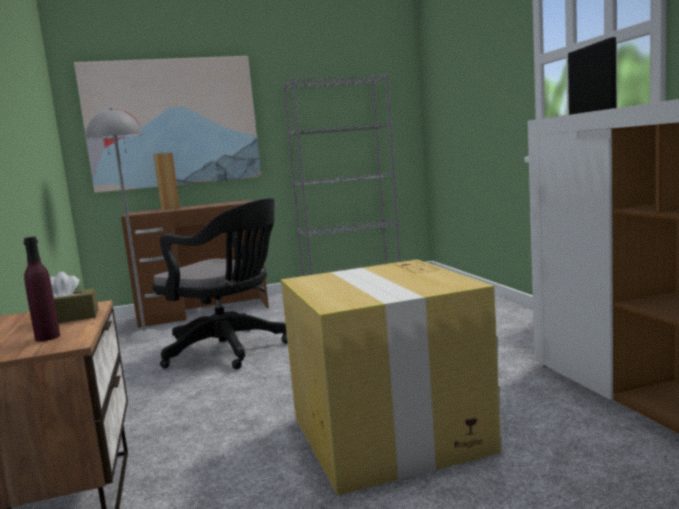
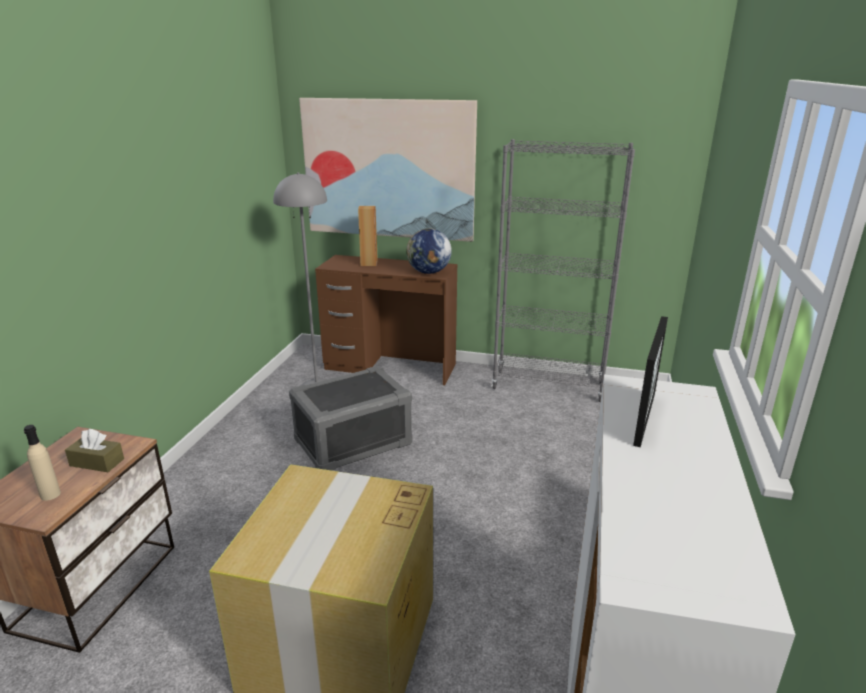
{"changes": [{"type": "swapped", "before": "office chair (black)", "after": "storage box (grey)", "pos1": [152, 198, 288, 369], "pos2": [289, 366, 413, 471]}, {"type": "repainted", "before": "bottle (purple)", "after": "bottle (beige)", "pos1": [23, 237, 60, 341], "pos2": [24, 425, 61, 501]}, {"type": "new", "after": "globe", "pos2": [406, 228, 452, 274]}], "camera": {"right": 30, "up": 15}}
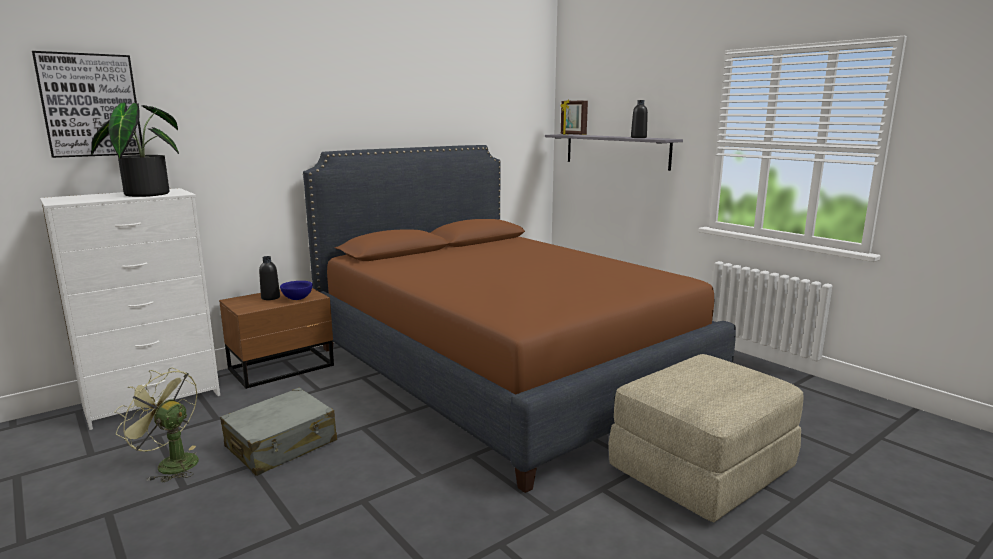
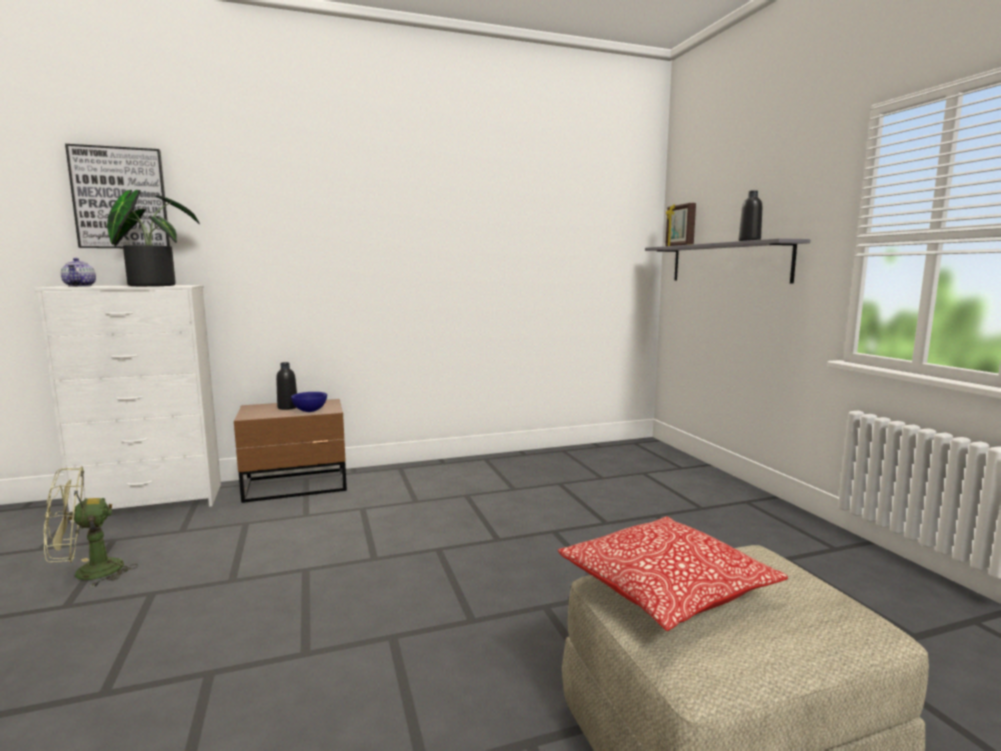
{"changes": [{"type": "gone", "before": "bed (brown)", "pos1": [303, 145, 736, 493]}, {"type": "rotated", "before": "fan (green)", "pos1": [114, 368, 199, 482], "pos2": [44, 466, 138, 588], "turn": -75}, {"type": "gone", "before": "suitcase (grey)", "pos1": [220, 388, 337, 476]}, {"type": "new", "after": "teapot", "pos2": [61, 258, 96, 286]}, {"type": "new", "after": "pillow", "pos2": [558, 516, 788, 631]}], "camera": {"right": 20, "up": -5}}
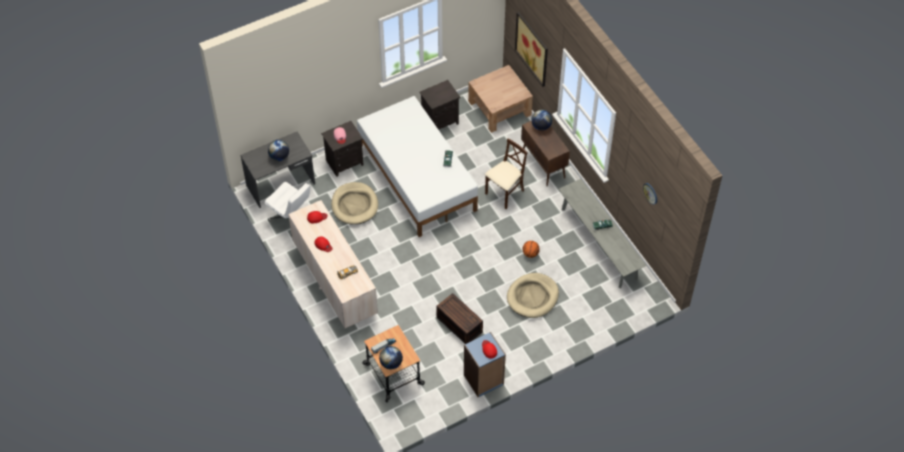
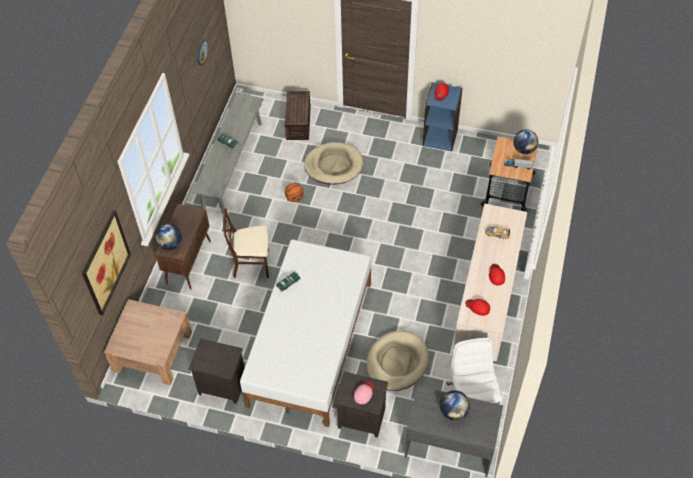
{"changes": [{"type": "shifted", "before": "storage box (brown)", "pos1": [436, 293, 483, 344], "pos2": [285, 91, 311, 140]}], "camera": {"right": -135, "up": 0}}
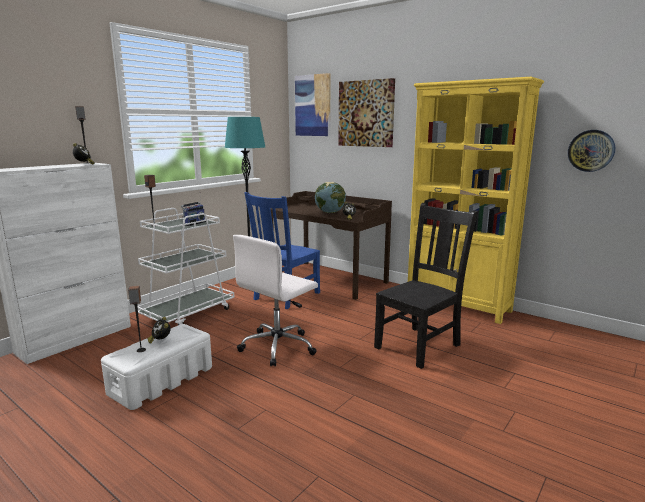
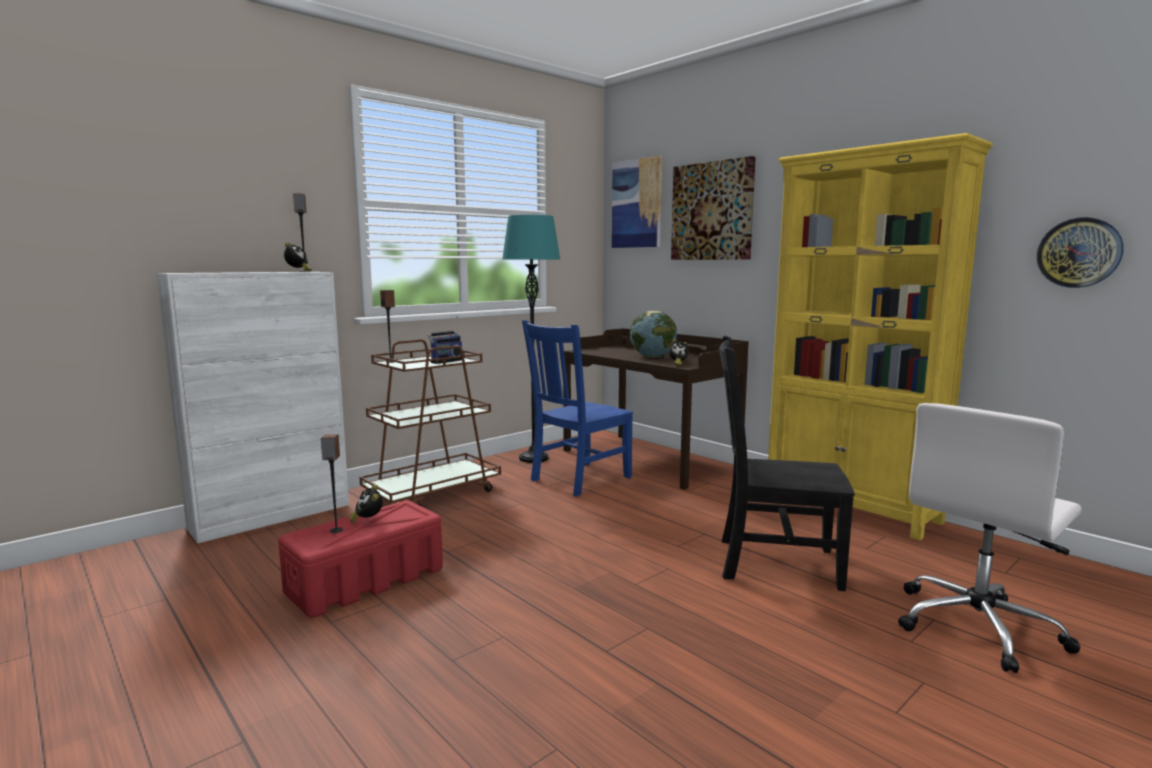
{"changes": [{"type": "rotated", "before": "chair (black)", "pos1": [374, 203, 478, 369], "pos2": [719, 336, 855, 591], "turn": -135}, {"type": "repainted", "before": "cart (white)", "after": "cart (brown)", "pos1": [137, 208, 234, 325], "pos2": [359, 339, 501, 506]}, {"type": "shifted", "before": "office chair (white)", "pos1": [233, 235, 318, 367], "pos2": [898, 403, 1082, 673]}, {"type": "repainted", "before": "storage box (white)", "after": "storage box (red)", "pos1": [101, 324, 212, 410], "pos2": [278, 500, 443, 617]}], "camera": {"right": 10, "up": -5}}
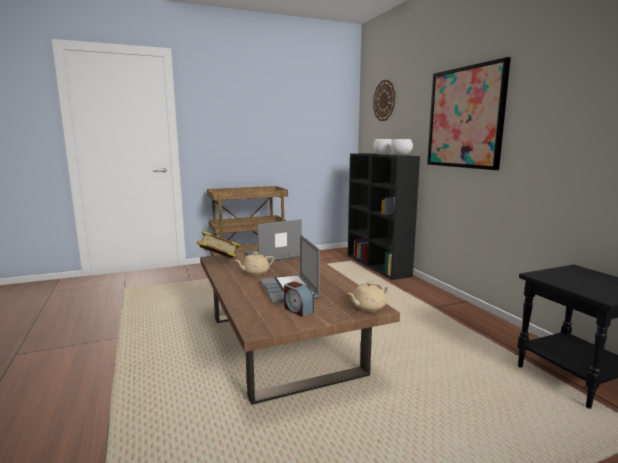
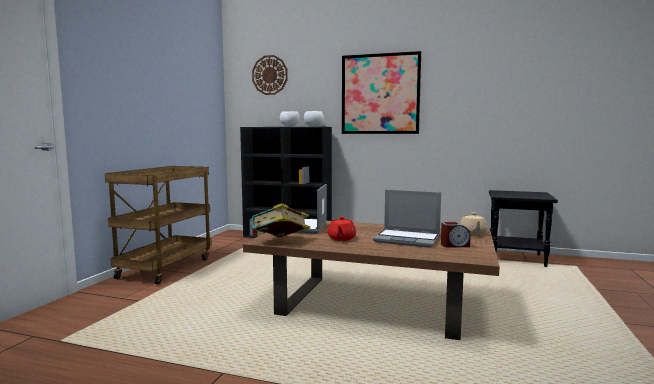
{"changes": [{"type": "repainted", "before": "teapot (beige)", "after": "teapot (red)", "pos1": [234, 252, 274, 275], "pos2": [328, 217, 356, 241]}], "camera": {"right": -50, "up": -5}}
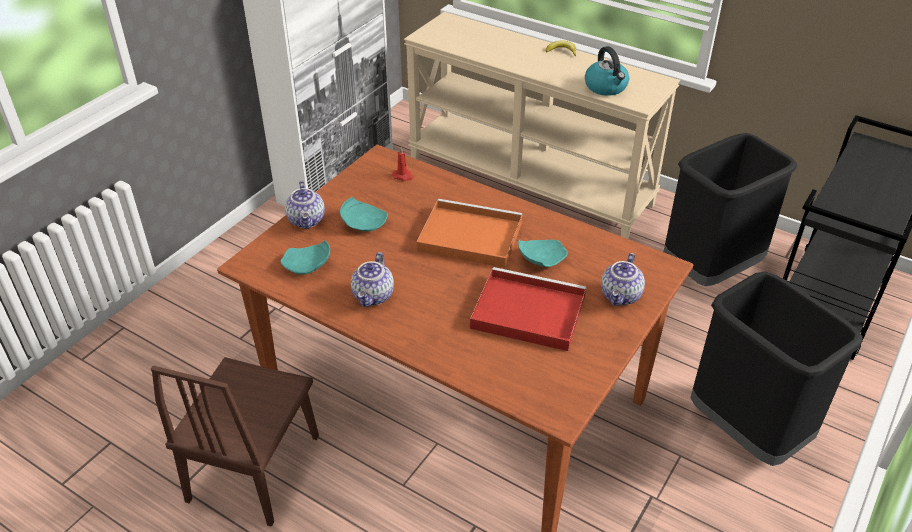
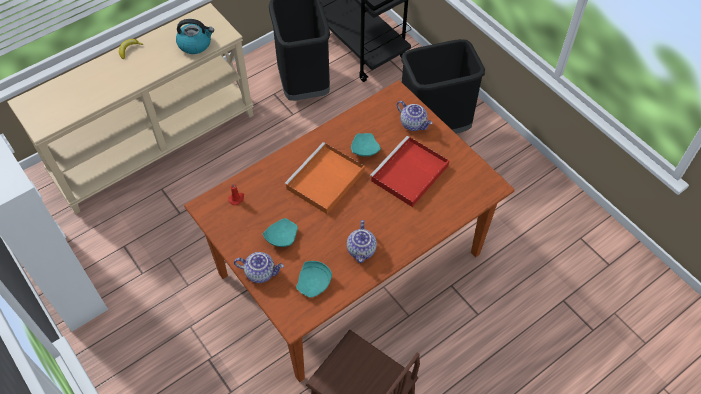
{"changes": [{"type": "rotated", "before": "teapot", "pos1": [351, 252, 394, 307], "pos2": [347, 220, 377, 263], "turn": 60}], "camera": {"right": -70, "up": 15}}
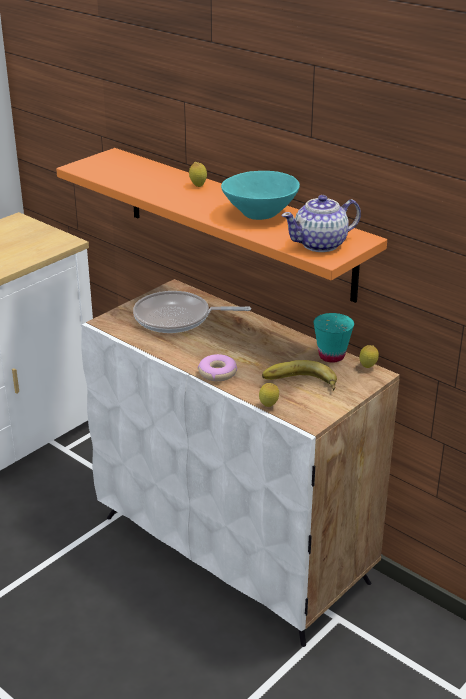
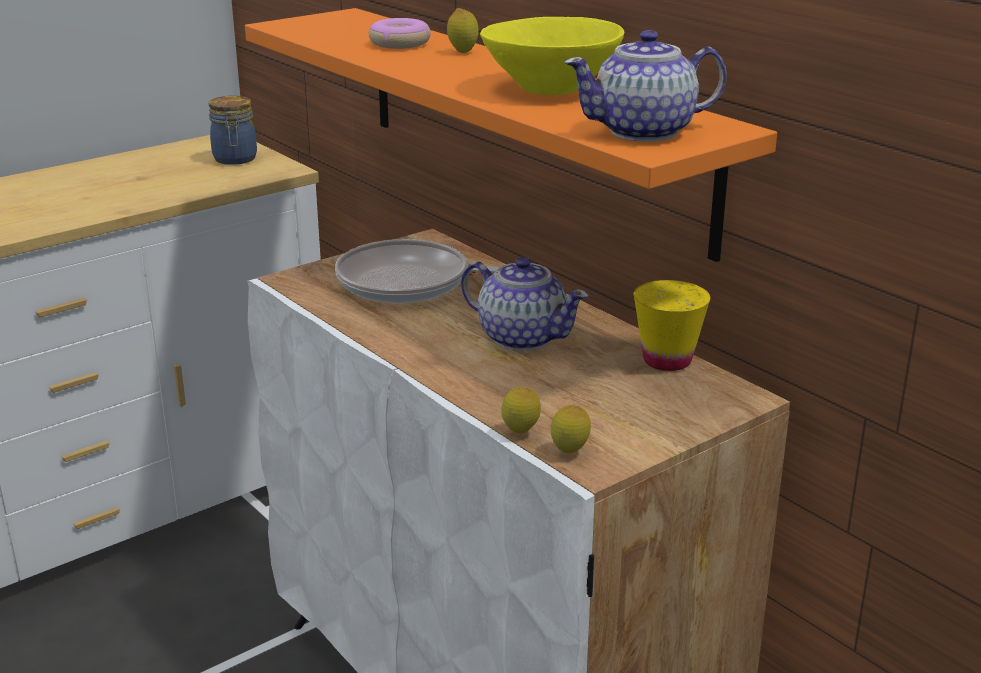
{"changes": [{"type": "repainted", "before": "bowl (turquoise)", "after": "bowl (yellow)", "pos1": [221, 171, 300, 220], "pos2": [480, 17, 624, 95]}, {"type": "repainted", "before": "cup (turquoise)", "after": "cup (yellow)", "pos1": [314, 313, 354, 362], "pos2": [634, 280, 710, 371]}, {"type": "shifted", "before": "lemon", "pos1": [359, 345, 379, 368], "pos2": [551, 405, 591, 453]}, {"type": "shifted", "before": "donut", "pos1": [198, 354, 237, 381], "pos2": [369, 18, 431, 49]}, {"type": "gone", "before": "banana", "pos1": [262, 360, 337, 391]}, {"type": "new", "after": "jar", "pos2": [209, 96, 257, 165]}, {"type": "new", "after": "teapot", "pos2": [461, 257, 589, 351]}], "camera": {"right": 10, "up": -5}}
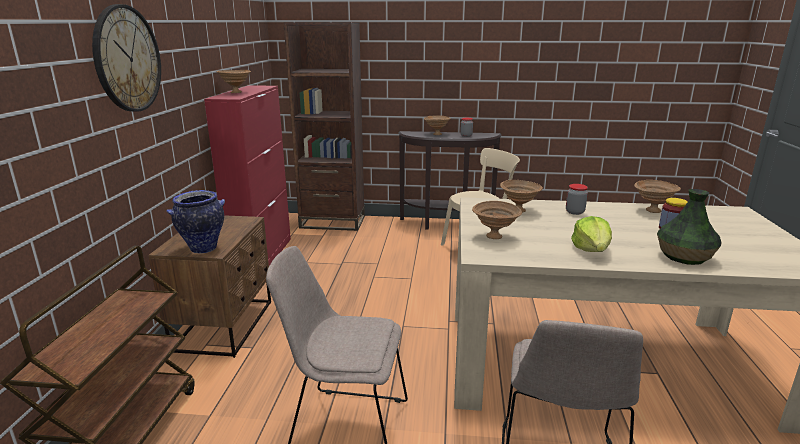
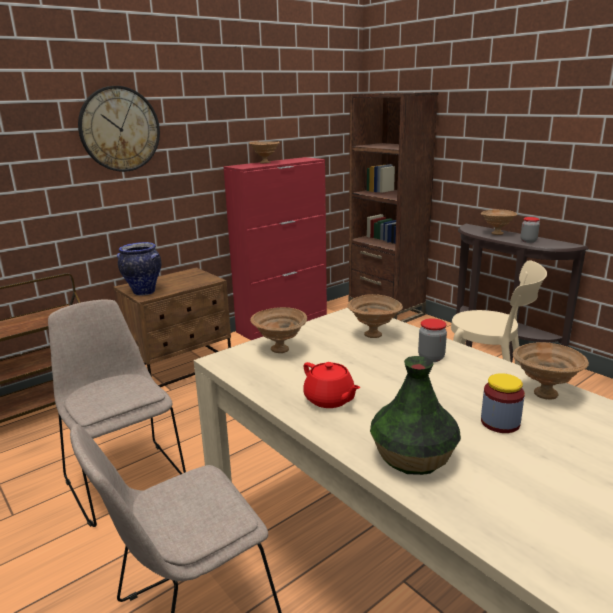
{"changes": [{"type": "swapped", "before": "lettuce", "after": "teapot (red)", "pos1": [571, 216, 612, 252], "pos2": [303, 362, 361, 408]}], "camera": {"right": 45, "up": 0}}
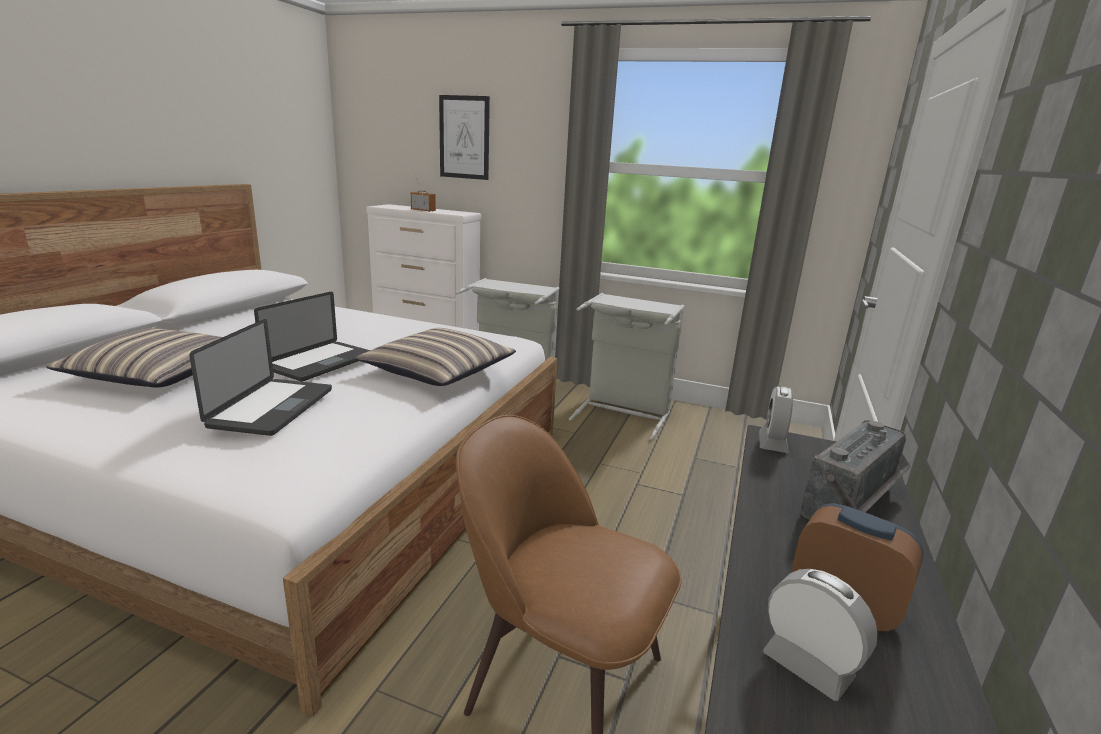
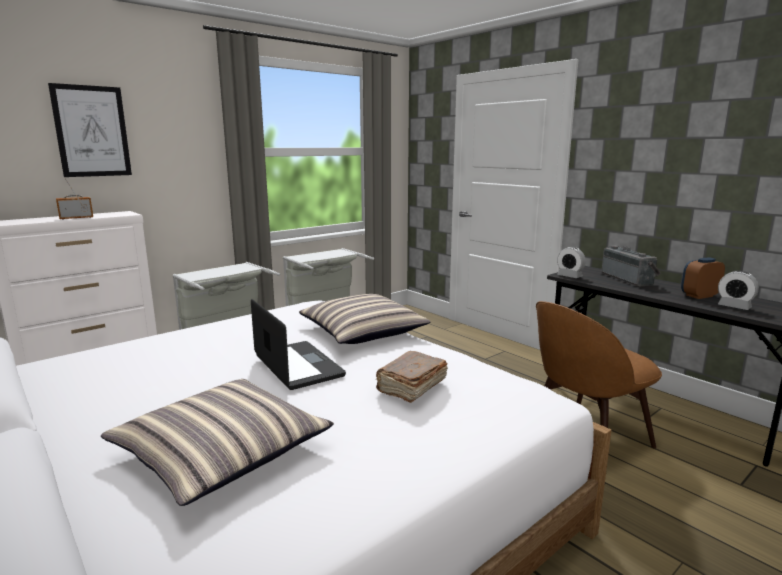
{"changes": [{"type": "swapped", "before": "laptop", "after": "book (brown)", "pos1": [189, 319, 332, 436], "pos2": [376, 351, 448, 403]}, {"type": "rotated", "before": "alarm clock", "pos1": [763, 569, 878, 701], "pos2": [718, 271, 759, 310], "turn": -120}], "camera": {"right": -60, "up": -5}}
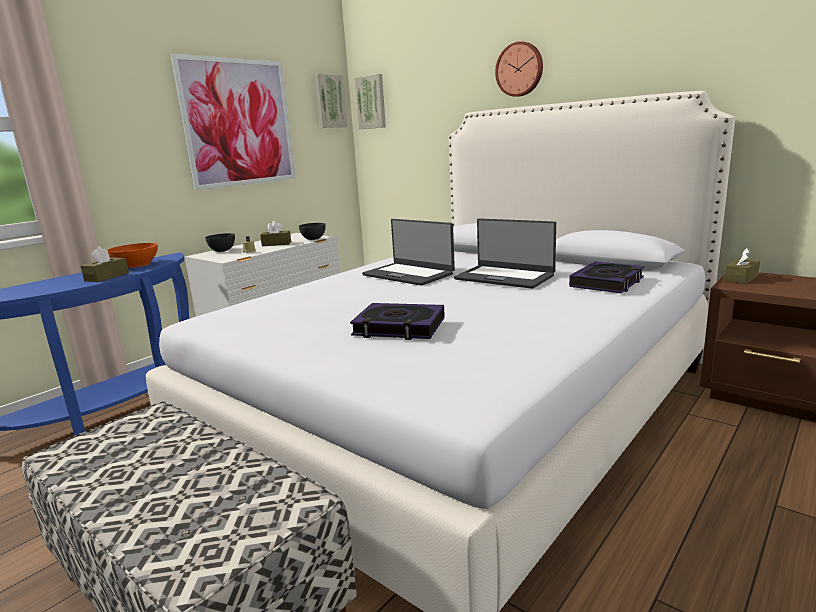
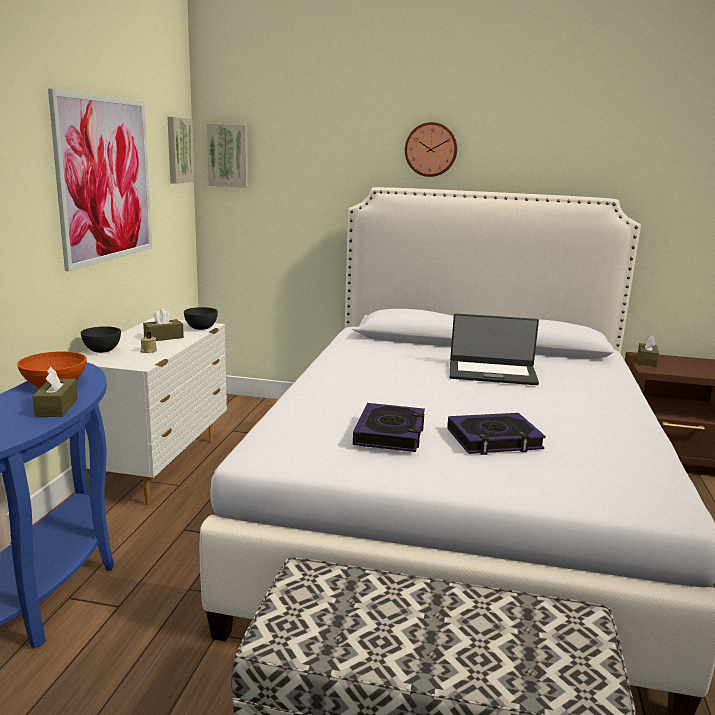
{"changes": [{"type": "gone", "before": "laptop", "pos1": [362, 219, 455, 286]}, {"type": "shifted", "before": "book", "pos1": [569, 262, 644, 293], "pos2": [353, 403, 425, 452]}], "camera": {"right": -30, "up": 0}}
